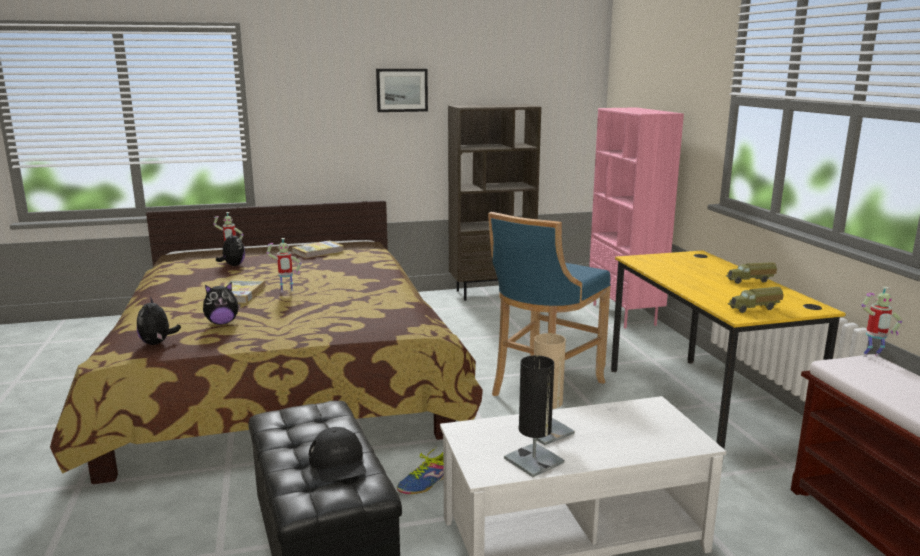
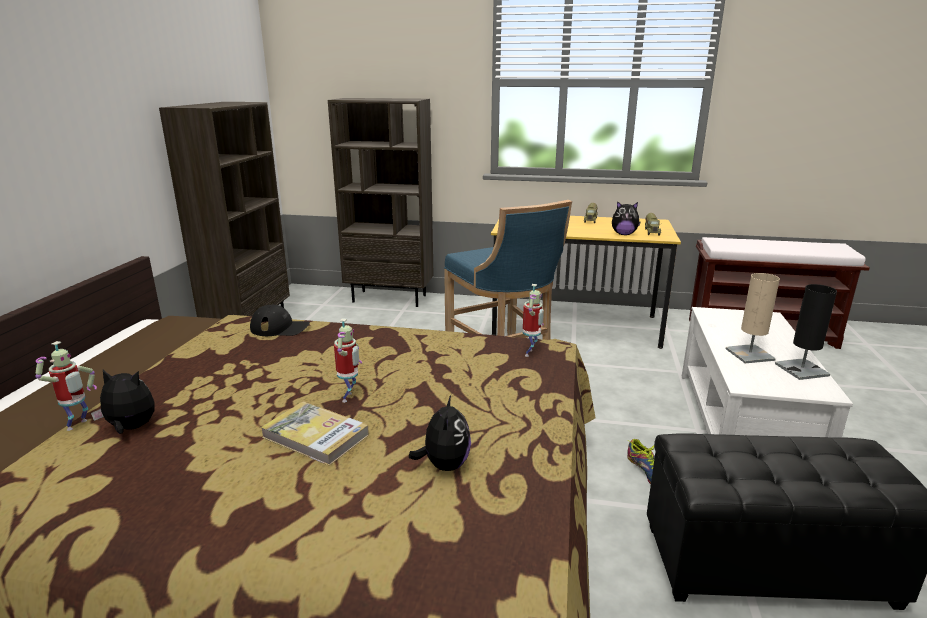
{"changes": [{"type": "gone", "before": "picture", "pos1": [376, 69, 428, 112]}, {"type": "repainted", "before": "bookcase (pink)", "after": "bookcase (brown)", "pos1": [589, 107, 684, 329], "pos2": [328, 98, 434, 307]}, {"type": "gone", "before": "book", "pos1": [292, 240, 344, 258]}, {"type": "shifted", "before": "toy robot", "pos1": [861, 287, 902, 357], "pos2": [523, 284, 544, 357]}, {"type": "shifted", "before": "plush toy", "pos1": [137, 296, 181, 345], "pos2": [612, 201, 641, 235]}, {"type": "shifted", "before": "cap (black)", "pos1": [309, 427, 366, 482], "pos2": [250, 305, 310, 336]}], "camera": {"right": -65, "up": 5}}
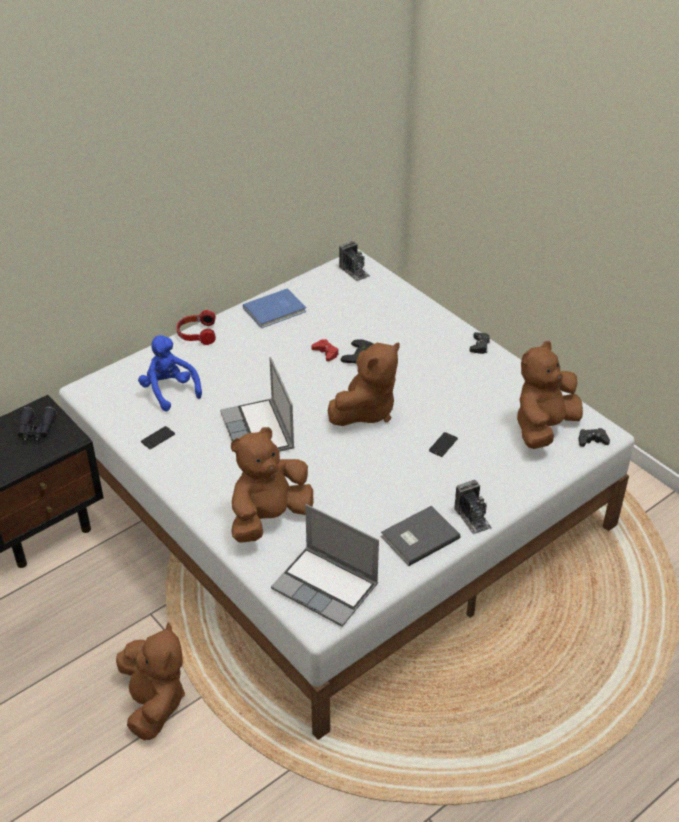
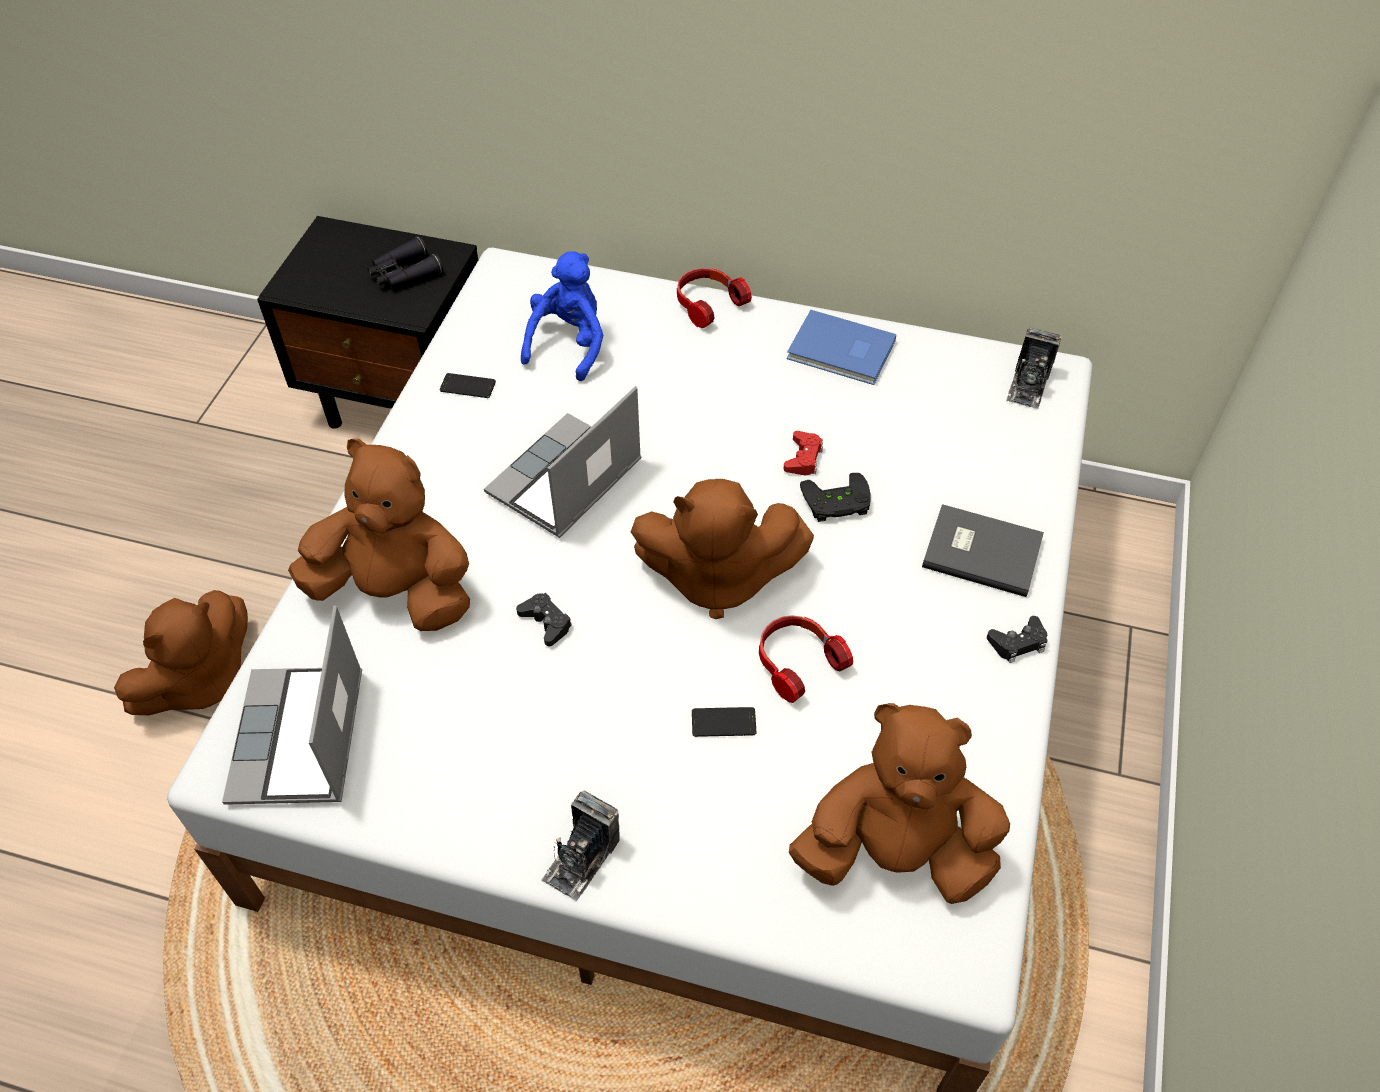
{"changes": [{"type": "shifted", "before": "game controller (black)", "pos1": [579, 428, 610, 447], "pos2": [516, 593, 572, 646]}, {"type": "shifted", "before": "book (grey)", "pos1": [381, 506, 461, 566], "pos2": [922, 504, 1044, 597]}, {"type": "new", "after": "headphones", "pos2": [759, 615, 853, 703]}], "camera": {"right": 55, "up": 10}}
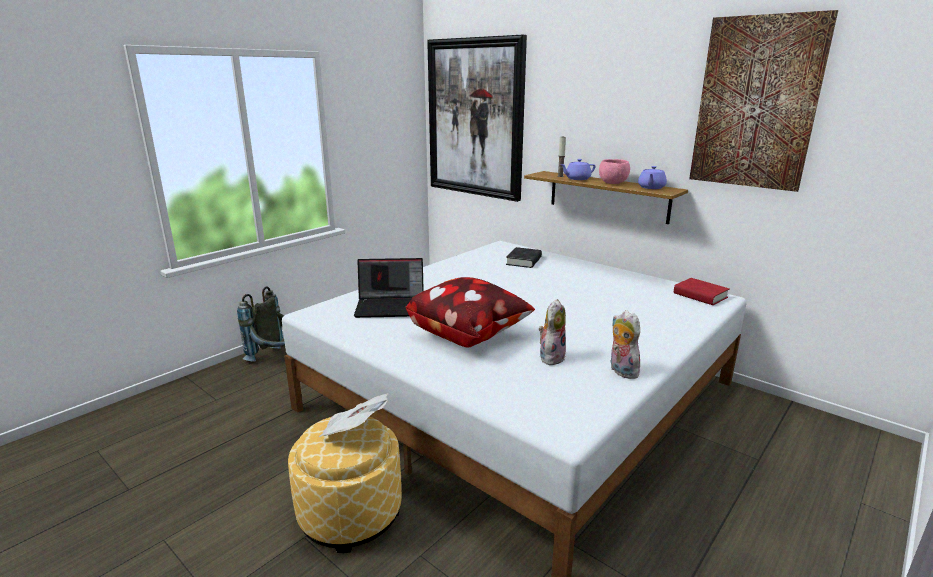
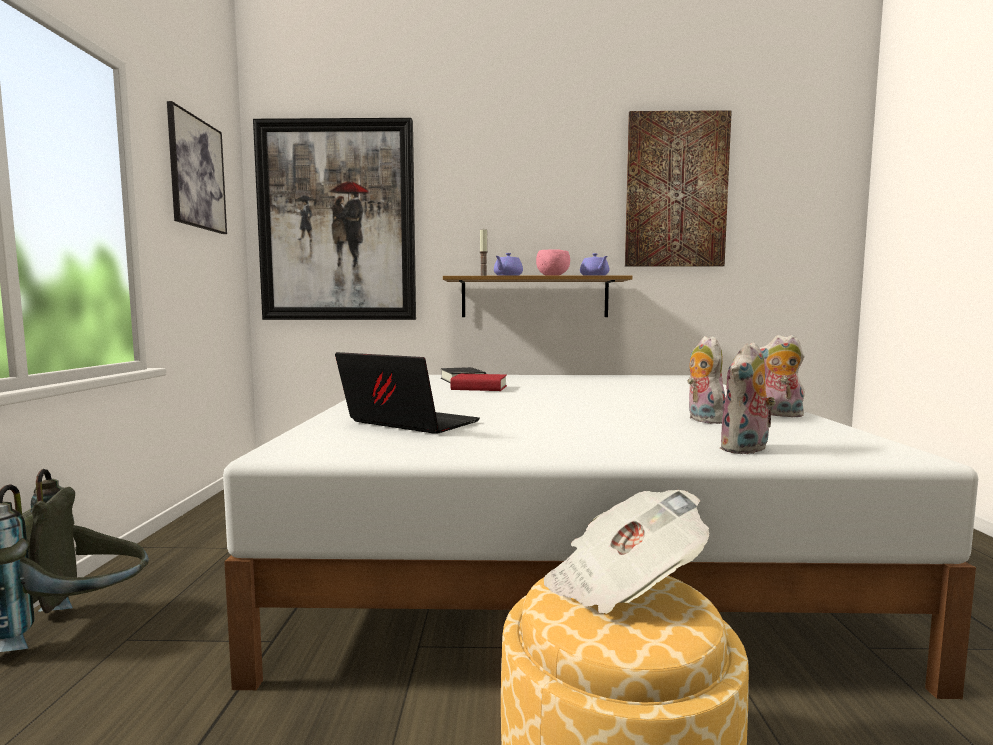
{"changes": [{"type": "rotated", "before": "laptop", "pos1": [354, 258, 424, 318], "pos2": [335, 352, 480, 434], "turn": -105}, {"type": "gone", "before": "pillow", "pos1": [405, 277, 535, 348]}, {"type": "shifted", "before": "book (red)", "pos1": [674, 278, 729, 305], "pos2": [450, 374, 507, 391]}, {"type": "new", "after": "picture", "pos2": [167, 101, 227, 234]}, {"type": "new", "after": "plush toy", "pos2": [719, 342, 776, 454]}], "camera": {"right": -40, "up": -15}}
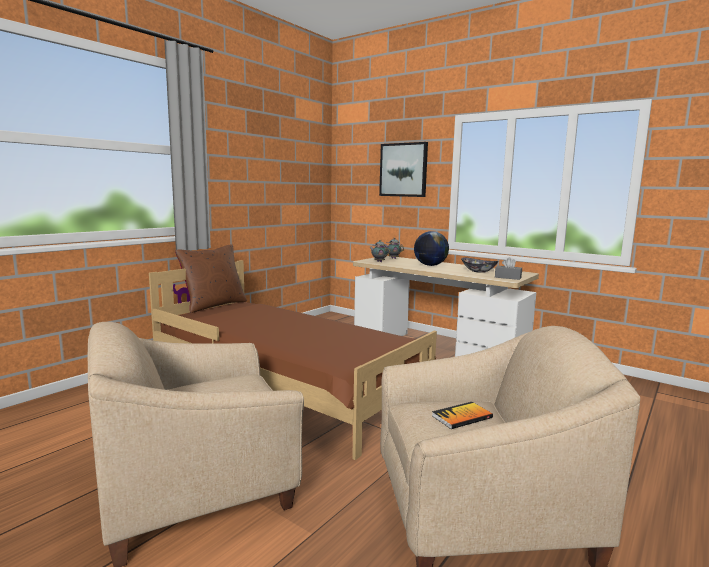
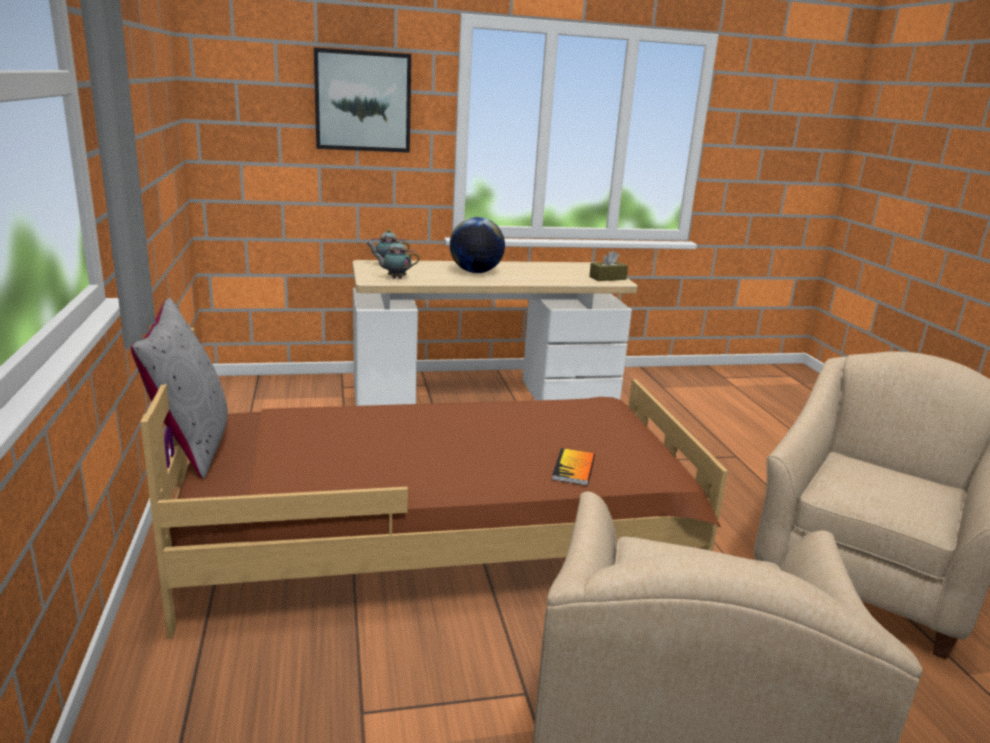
{"changes": [{"type": "repainted", "before": "pillow (brown)", "after": "pillow (grey)", "pos1": [175, 245, 247, 313], "pos2": [131, 298, 228, 479]}, {"type": "repainted", "before": "tissue box (grey)", "after": "tissue box (brown)", "pos1": [495, 257, 522, 280], "pos2": [589, 251, 628, 281]}, {"type": "gone", "before": "bowl", "pos1": [461, 258, 499, 273]}, {"type": "shifted", "before": "book", "pos1": [432, 402, 493, 429], "pos2": [552, 448, 595, 485]}], "camera": {"right": -50, "up": 10}}
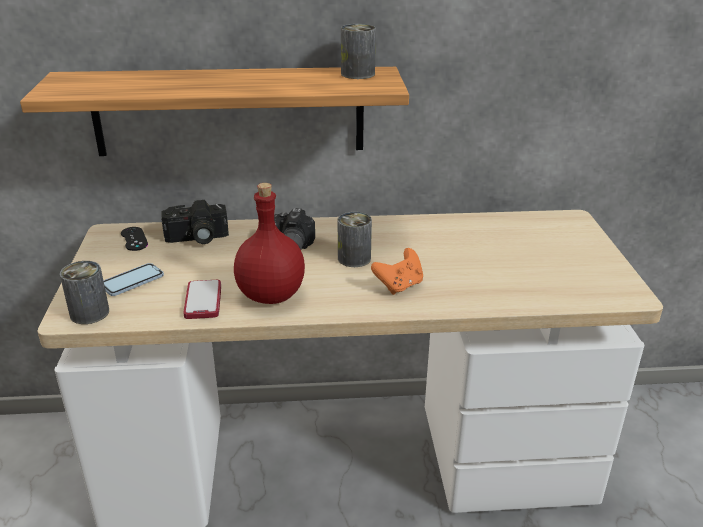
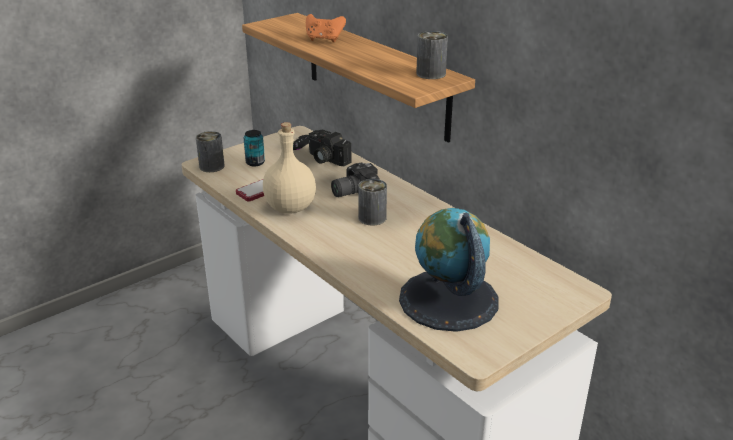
{"changes": [{"type": "repainted", "before": "bottle (red)", "after": "bottle (beige)", "pos1": [234, 183, 305, 304], "pos2": [263, 122, 316, 214]}, {"type": "shifted", "before": "game controller (orange)", "pos1": [371, 248, 423, 295], "pos2": [306, 14, 346, 43]}, {"type": "swapped", "before": "phone", "after": "can", "pos1": [103, 263, 164, 296], "pos2": [244, 130, 265, 167]}, {"type": "new", "after": "globe", "pos2": [399, 208, 498, 332]}], "camera": {"right": 55, "up": 0}}
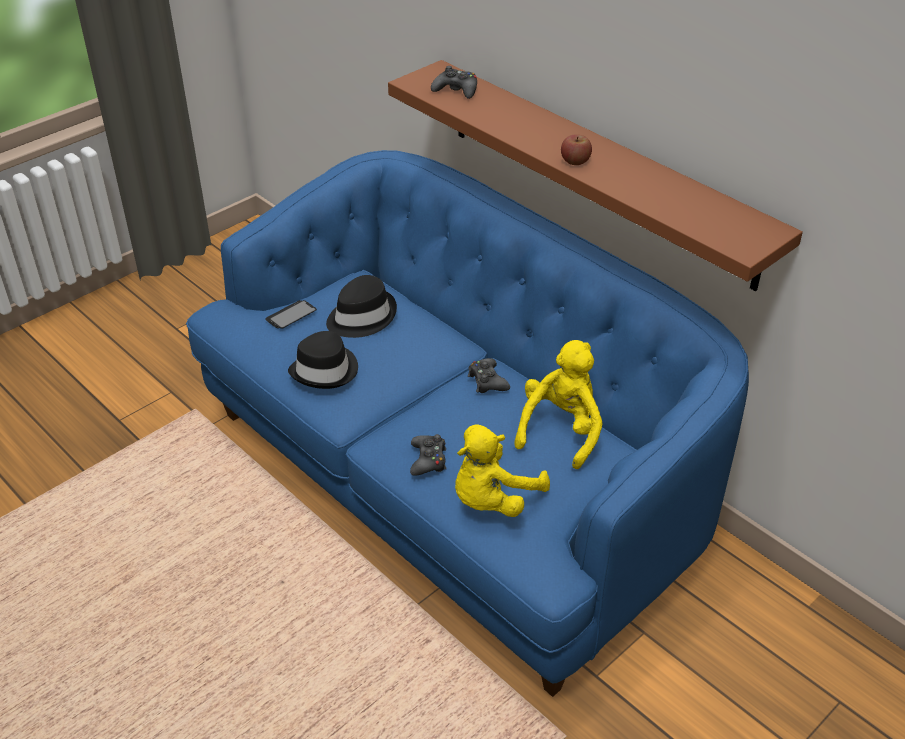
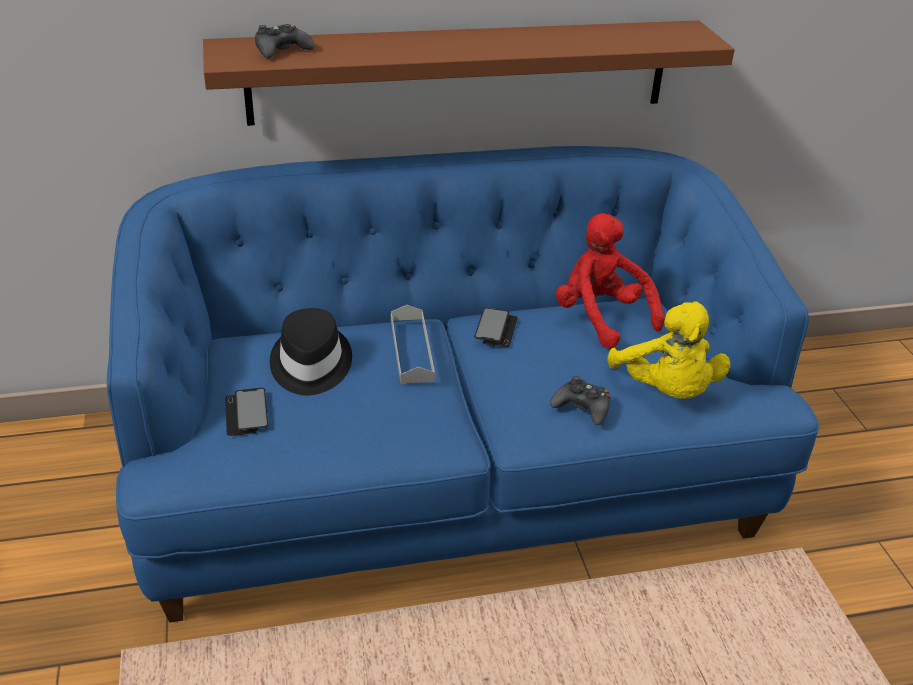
{"changes": [{"type": "gone", "before": "apple", "pos1": [561, 134, 592, 165]}, {"type": "gone", "before": "hat (black)", "pos1": [288, 331, 358, 389]}, {"type": "repainted", "before": "plush toy (yellow)", "after": "plush toy (red)", "pos1": [514, 340, 603, 469], "pos2": [556, 213, 665, 349]}, {"type": "swapped", "before": "game controller (black)", "after": "phone", "pos1": [468, 358, 510, 393], "pos2": [474, 308, 518, 347]}, {"type": "new", "after": "tray (grey)", "pos2": [391, 305, 435, 384]}], "camera": {"right": -60, "up": -5}}
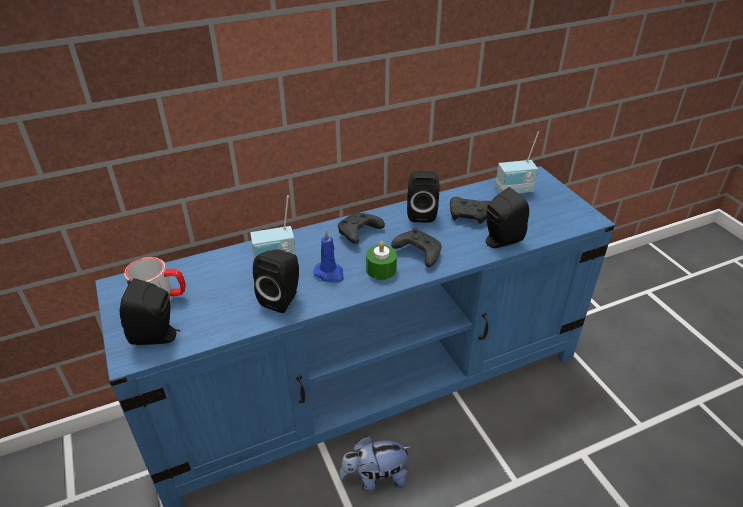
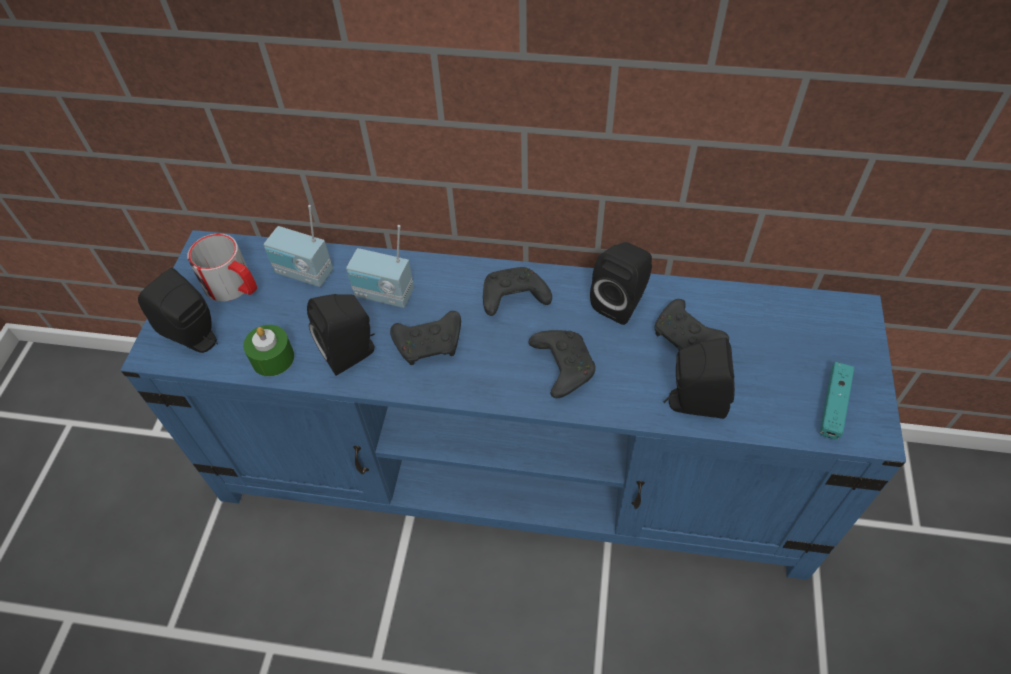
{"changes": [{"type": "shifted", "before": "radio", "pos1": [495, 131, 539, 193], "pos2": [264, 205, 333, 287]}, {"type": "swapped", "before": "candle (blue)", "after": "game controller (black)", "pos1": [313, 230, 344, 282], "pos2": [390, 311, 461, 365]}, {"type": "shifted", "before": "candle (green)", "pos1": [366, 241, 397, 280], "pos2": [243, 325, 294, 376]}, {"type": "gone", "before": "plush toy", "pos1": [340, 436, 412, 491]}, {"type": "new", "after": "game controller (turquoise)", "pos2": [820, 362, 855, 440]}], "camera": {"right": 35, "up": 15}}
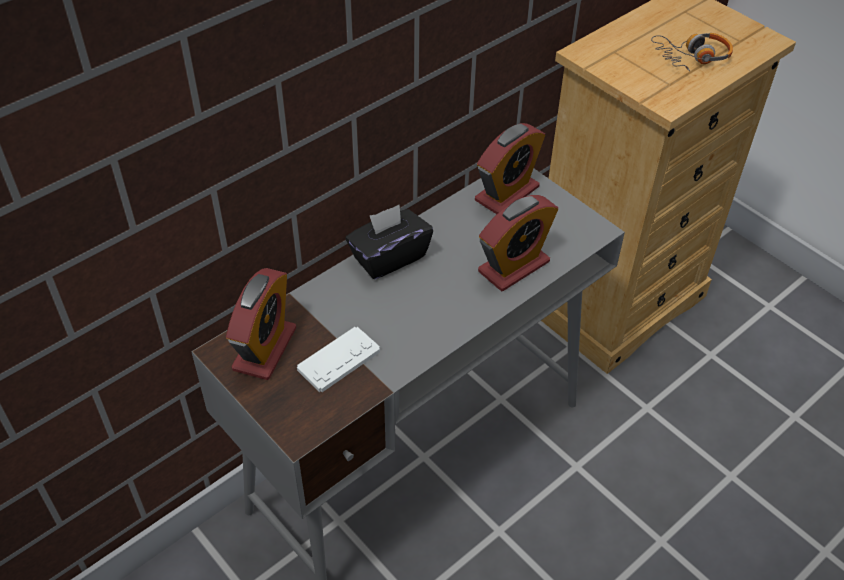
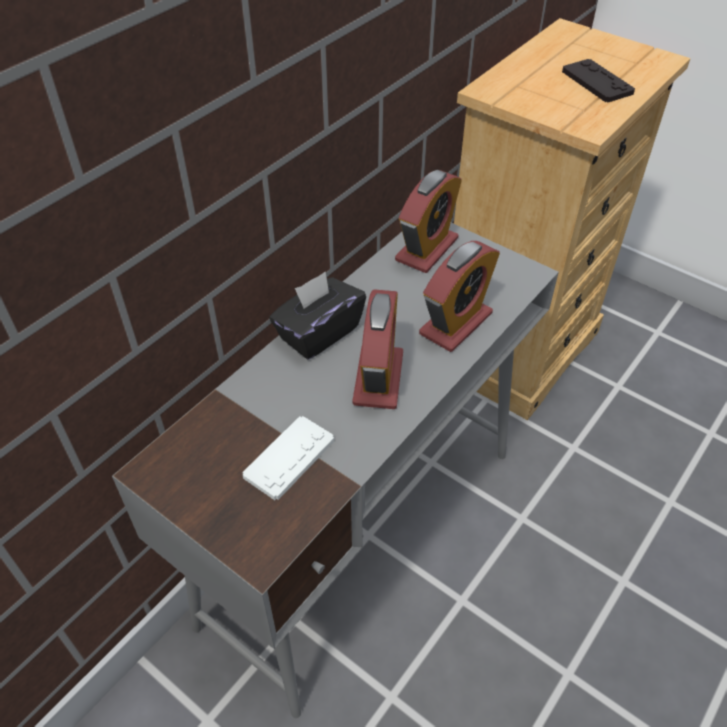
{"changes": [{"type": "swapped", "before": "headphones", "after": "game controller (black)", "pos1": [651, 33, 733, 71], "pos2": [562, 59, 635, 102]}, {"type": "shifted", "before": "alarm clock", "pos1": [226, 268, 296, 380], "pos2": [352, 289, 403, 409]}], "camera": {"right": -10, "up": 0}}
